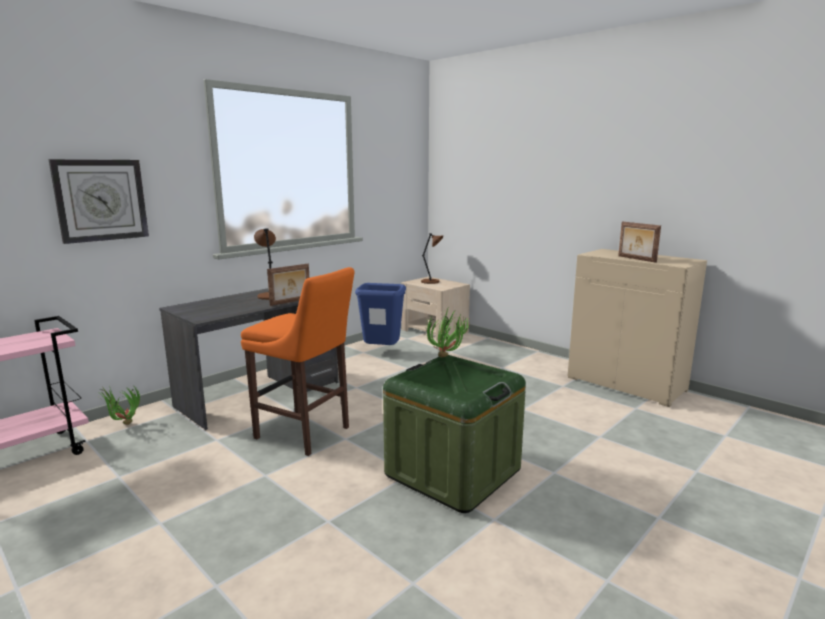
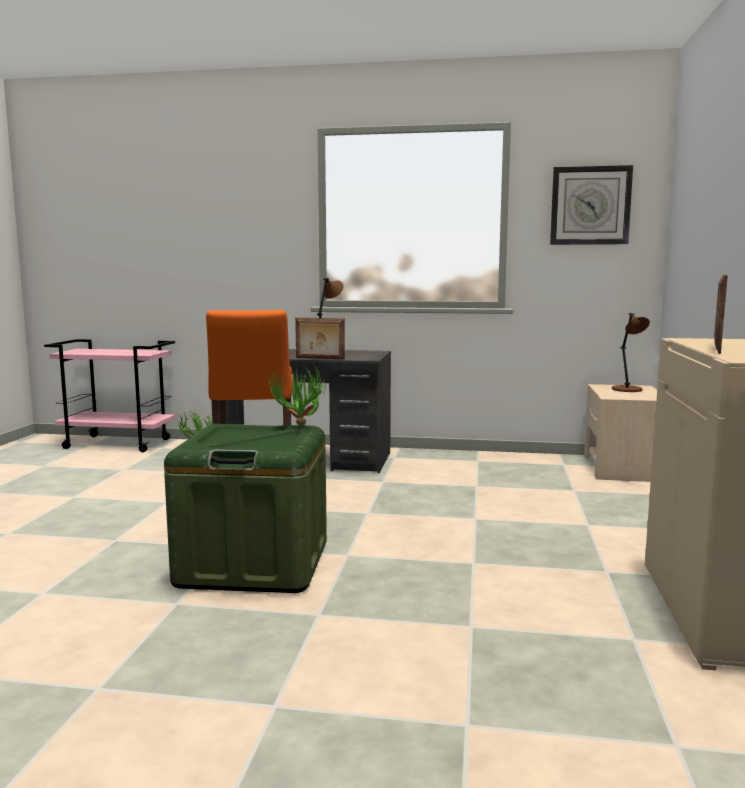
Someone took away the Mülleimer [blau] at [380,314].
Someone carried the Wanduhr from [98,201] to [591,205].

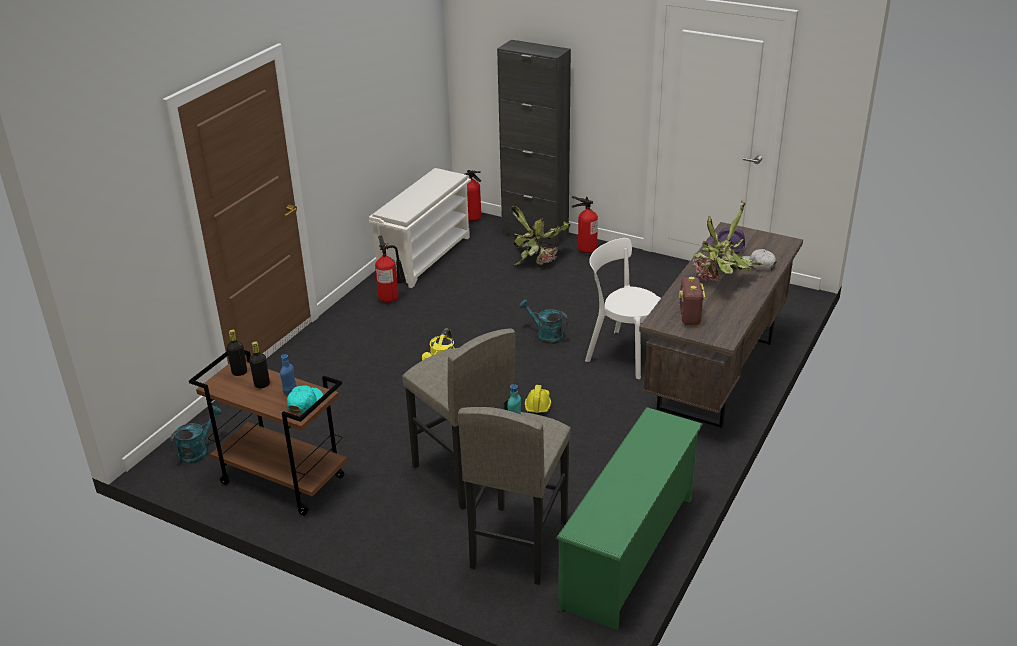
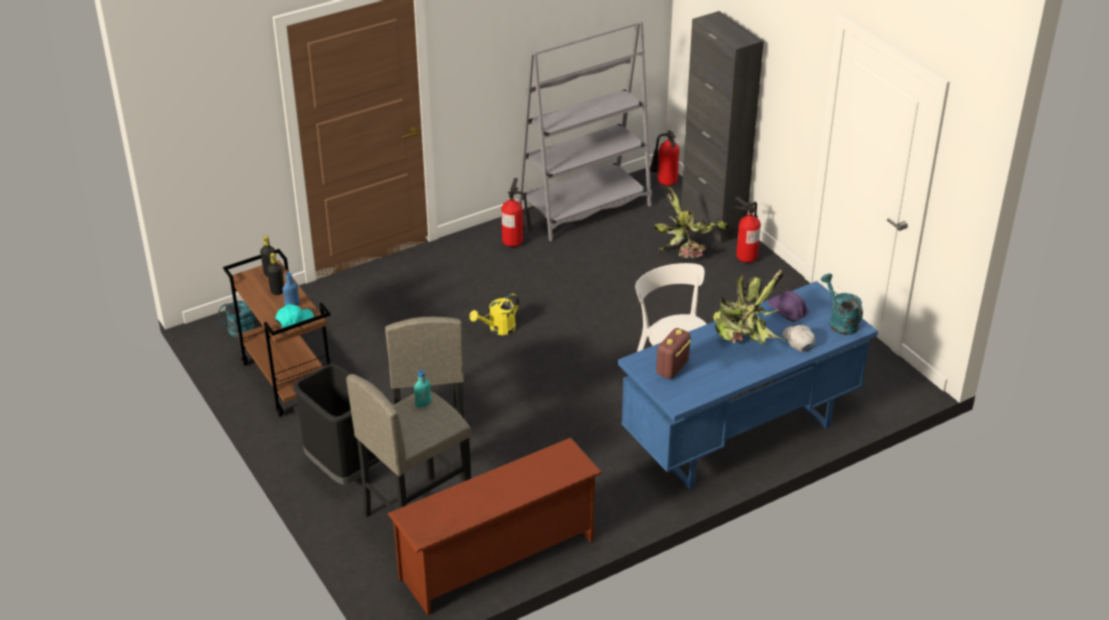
Someone took away the Schutzhelm [gelb] at [538,399].
Someone put down the Mülleimer [schwarz] at [337,424].
Someone carried the Gießkanne [türkis] from [543,321] to [842,304].
Someone swapped the Schuhregal [weiß] at [420,228] for the Bücherregal [grau] at [584,131].
Someone repainted the Schuhregal [grün] at [629,518], which became the Schuhregal [braun] at [495,527].
Someone repainted the Schreibtisch [braun] at [721,325], which became the Schreibtisch [blau] at [748,385].

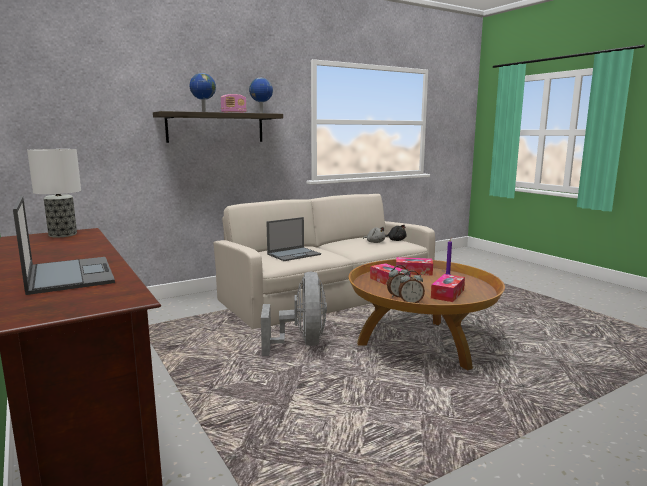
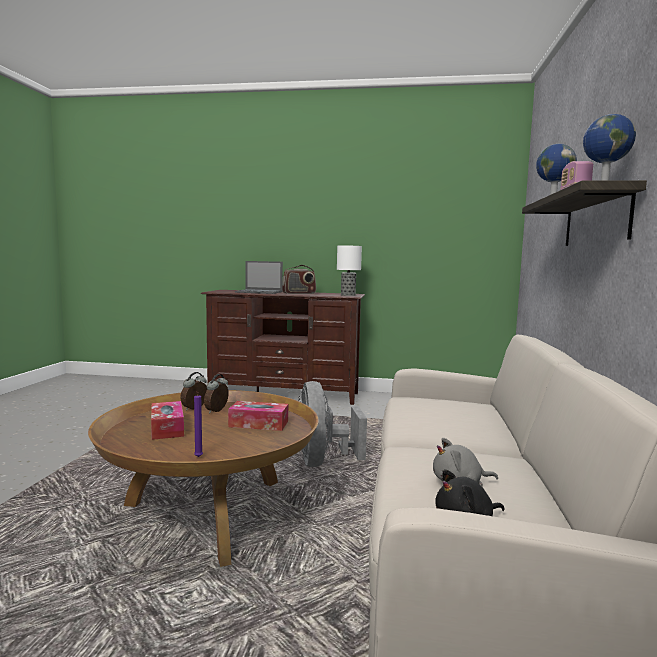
Someone took away the Laptop at [293,239].
Someone took away the Taschentuchbox at [414,266].
Someone put down the Radio at [299,279].
Someone rotated the Ventilator [grau] at [294,314] by 45 degrees clockwise.

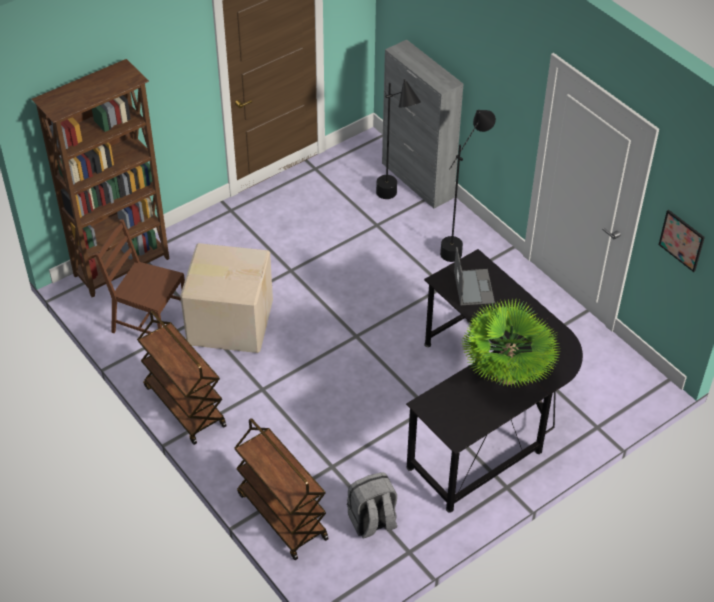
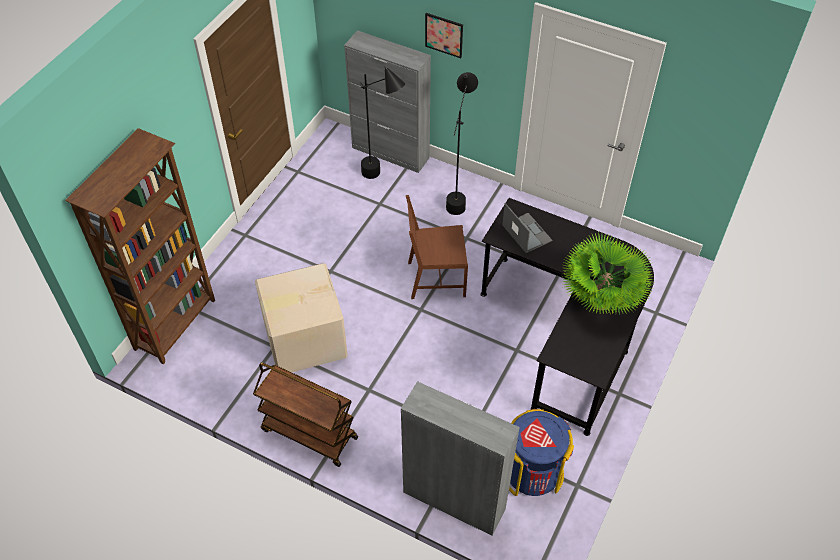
Someone carried the Stuhl [braun] from [140,276] to [437,247].
Someone carried the Bild from [682,240] to [444,35].
Someone swapped the Rollwagen [braun] at [281,489] for the Schrank [grau] at [460,458].
Someone swapped the Rucksack [grau] at [372,505] for the Mülleimer [blau] at [541,452].

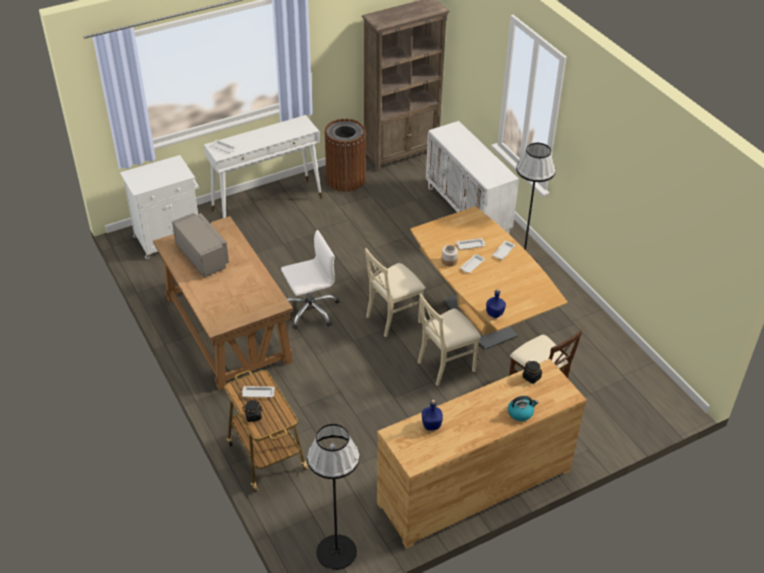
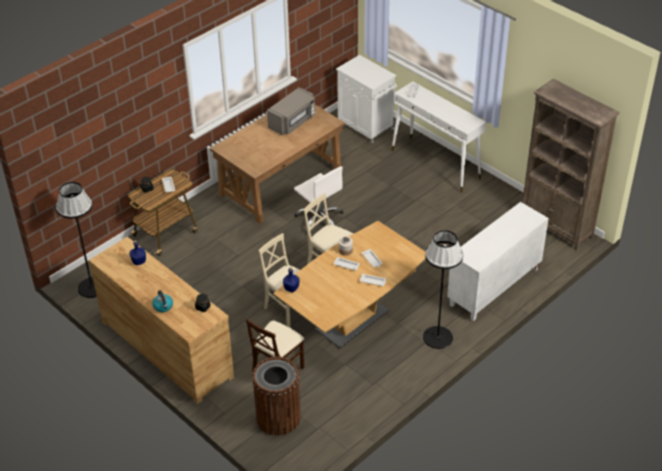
Someone carried the Mülleimer [braun] from [345,155] to [276,396].

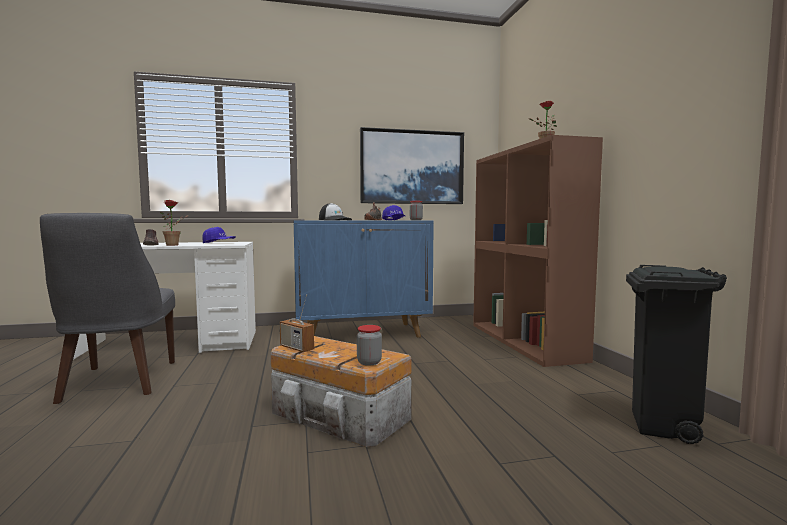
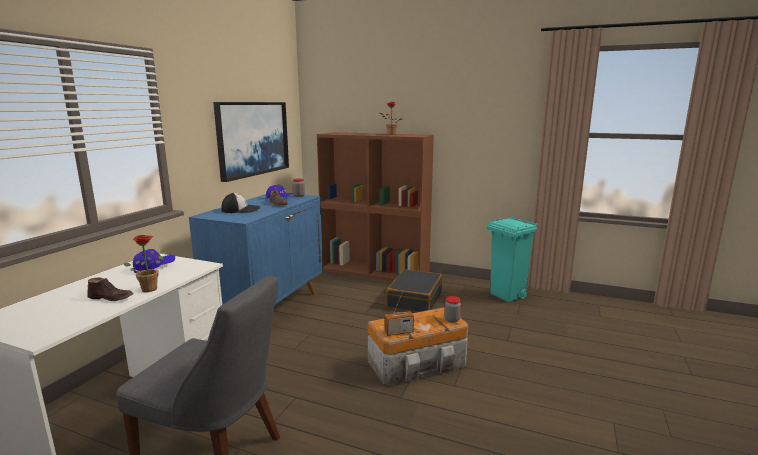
Someone put down the Koffer [schwarz] at [414,290].
Someone repainted the Mülleimer [schwarz] at [676,354], which became the Mülleimer [türkis] at [512,259].

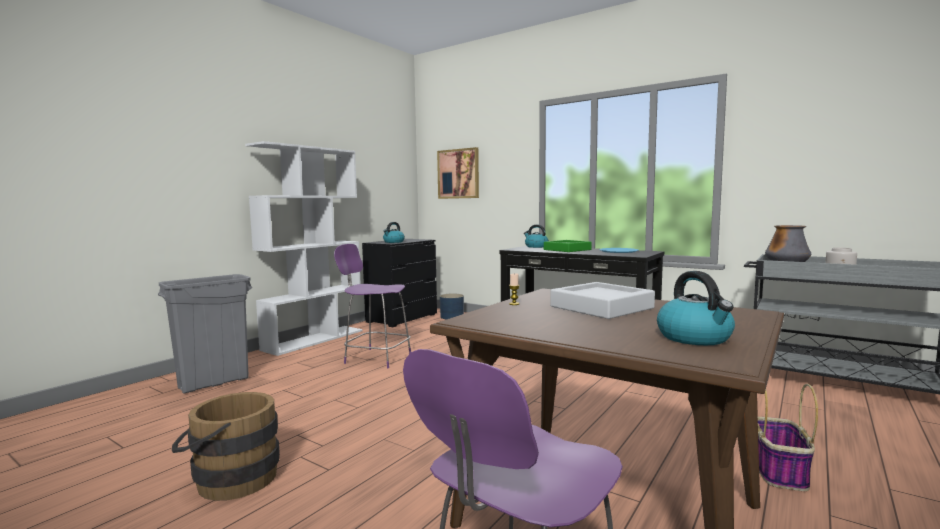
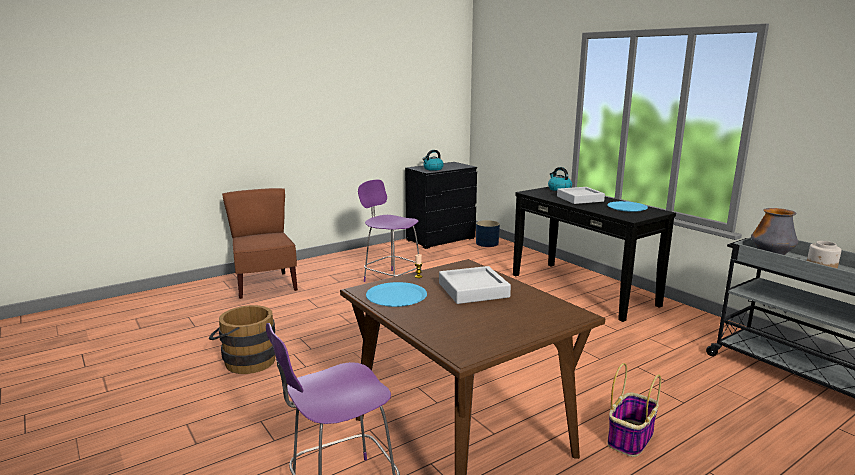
Someone took away the Bücherregal [weiß] at [304,248].
Someone took away the Bild at [458,173].
Someone took away the Wasserkessel at [696,308].
Someone put down the Teller [blau] at [396,294].
Someone swapped the Mülleimer [grau] at [205,334] for the Stuhl [braun] at [260,243].
Someone repainted the Tablett [grün] at [568,246], which became the Tablett [grau] at [581,195].

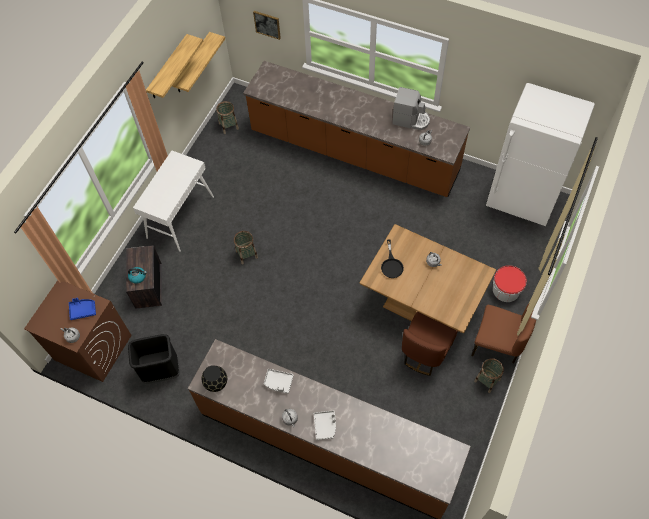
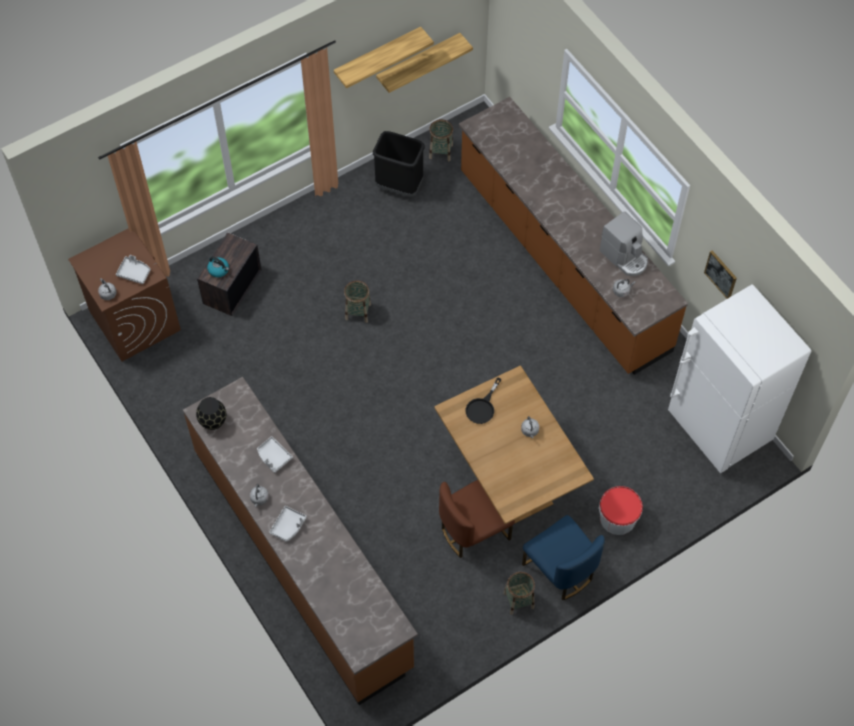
Someone took away the Konsolentisch [weiß] at [173,201].
Someone carried the Mülleimer [schwarz] from [154,359] to [399,164].
Someone carried the Bild from [267,25] to [720,274].
Someone repainted the Tablett [blau] at [82,309], which became the Tablett [grau] at [133,269].
Someone repainted the Stuhl [braun] at [504,333], which became the Stuhl [blau] at [563,557].

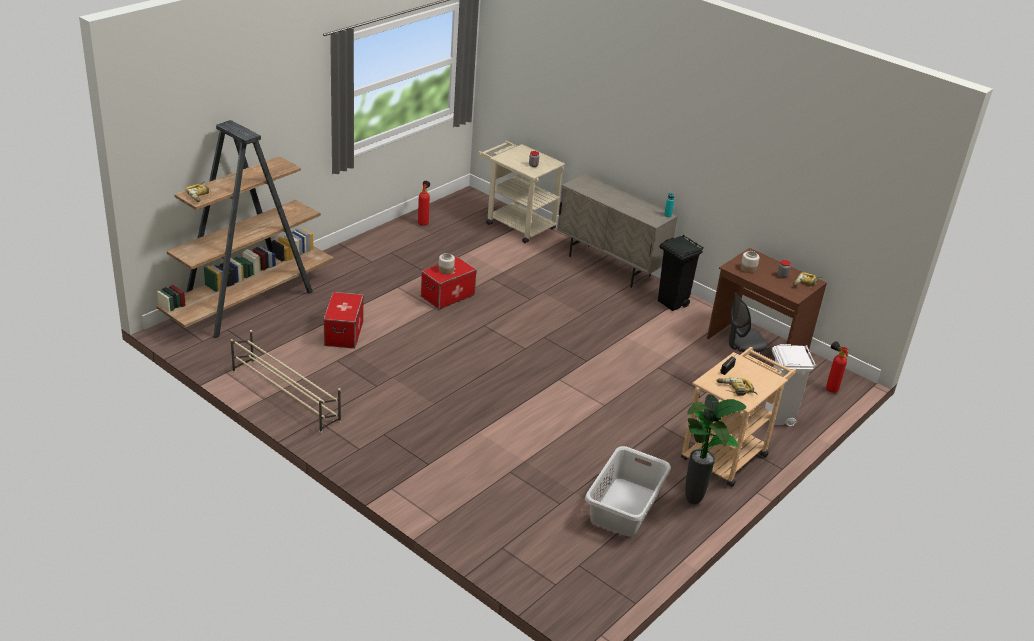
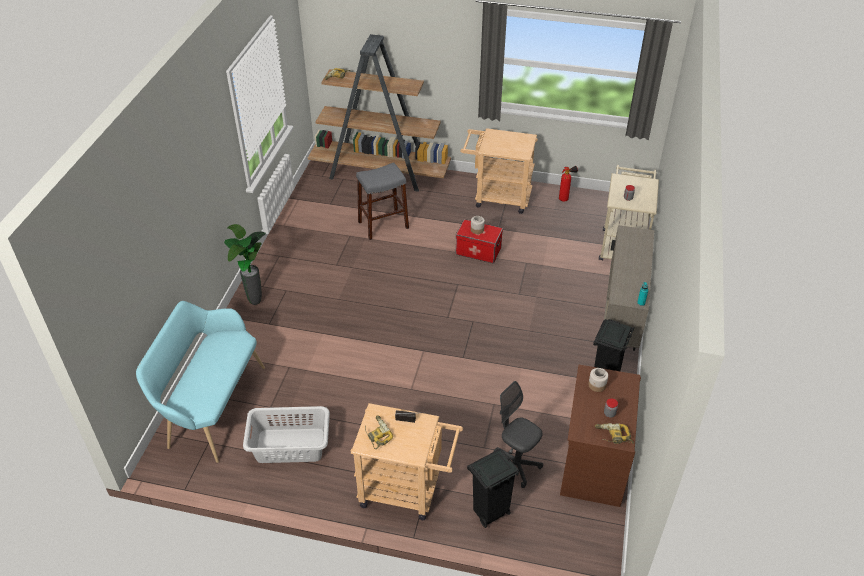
Someone took away the Schuhregal [beige] at [286,382].
Someone took away the Feuerlöscher at [837,367].
Someone put down the Bank [türkis] at [200,382].
Someone put down the Rollwagen [beige] at [499,171].
Someone carried the Topfpflanze from [715,449] to [245,264].
Someone swapped the Aufbewahrungsbox at [343,320] for the Hocker [grau] at [382,201].
Someone repainted the Mülleimer [weiß] at [790,385], which became the Mülleimer [schwarz] at [493,488].

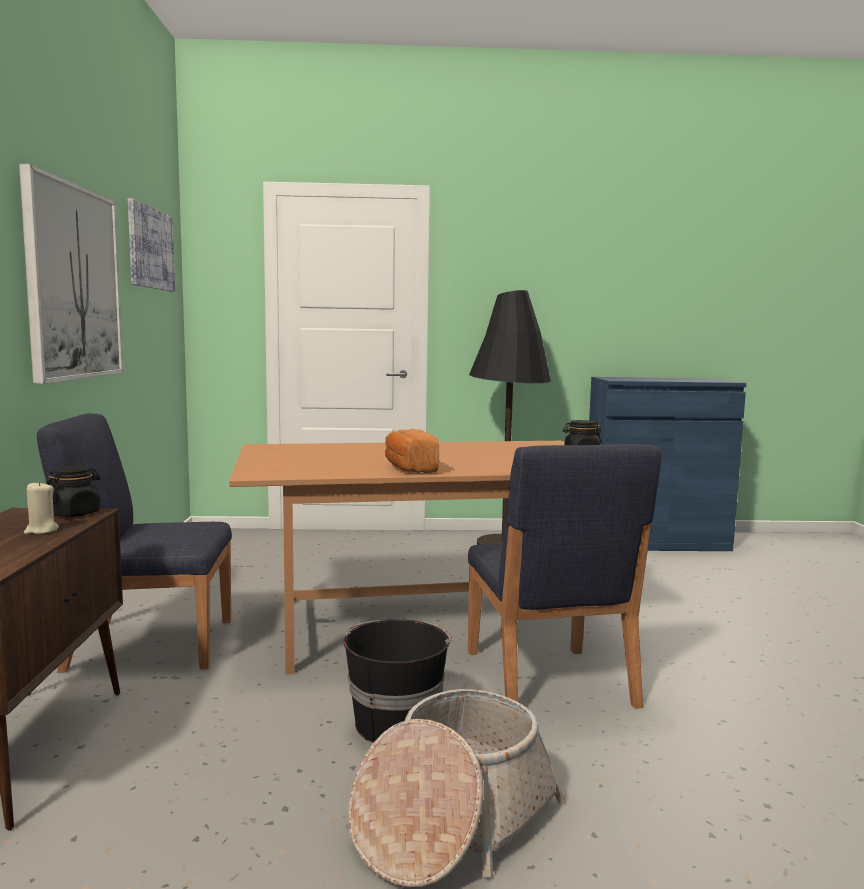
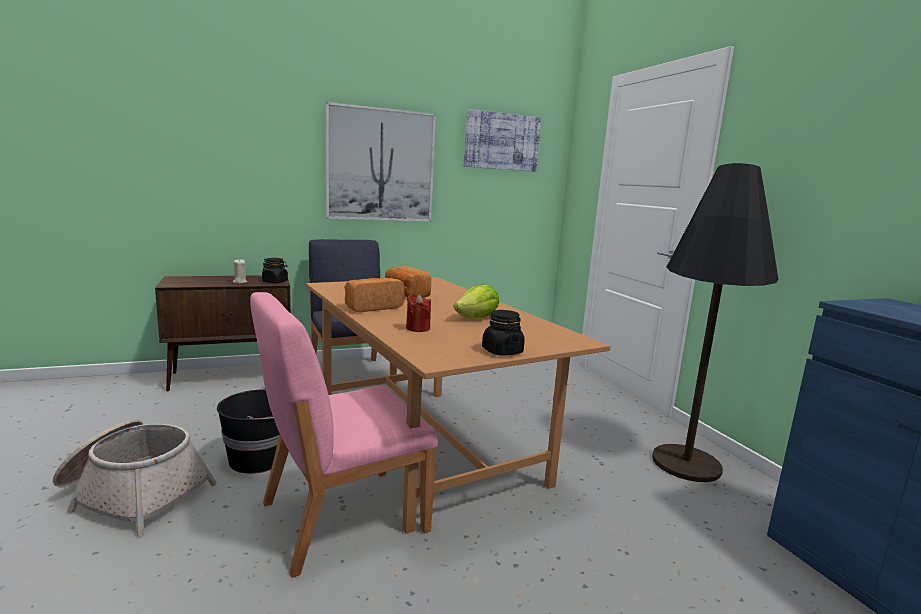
Someone put down the Brot at [408,282].
Someone put down the Kerze [rot] at [418,313].
Someone put down the Salatkopf at [476,301].
Someone repainted the Stuhl [blau] at [564,576], which became the Stuhl [rosa] at [344,435].

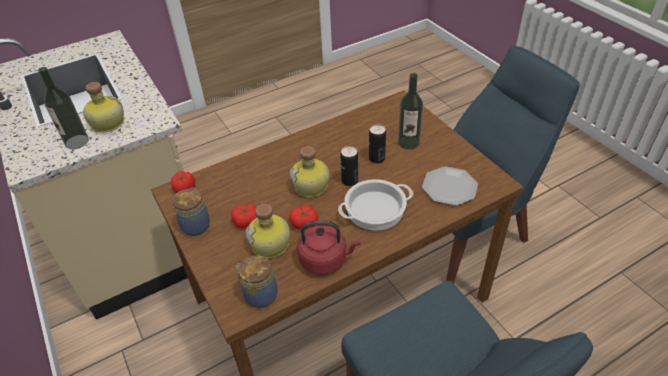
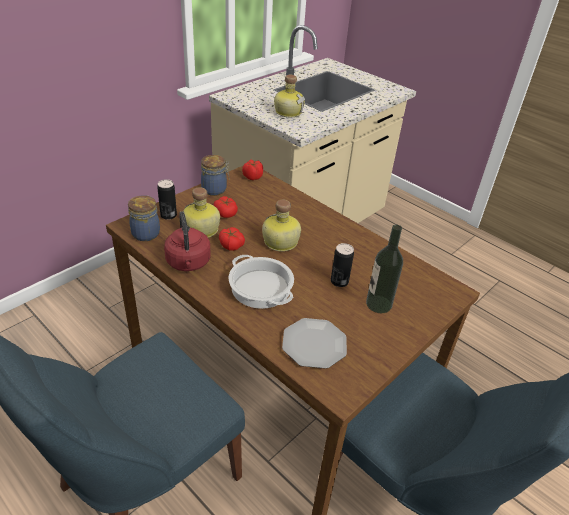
Someone took away the Flasche at [63,108].
Someone carried the Dose from [349,166] to [167,199].

